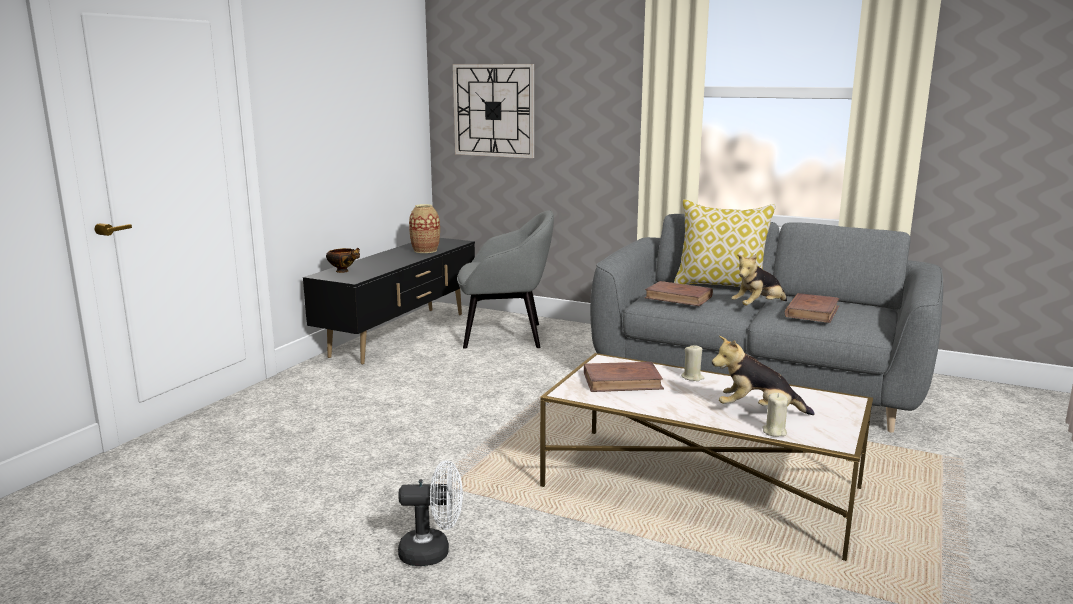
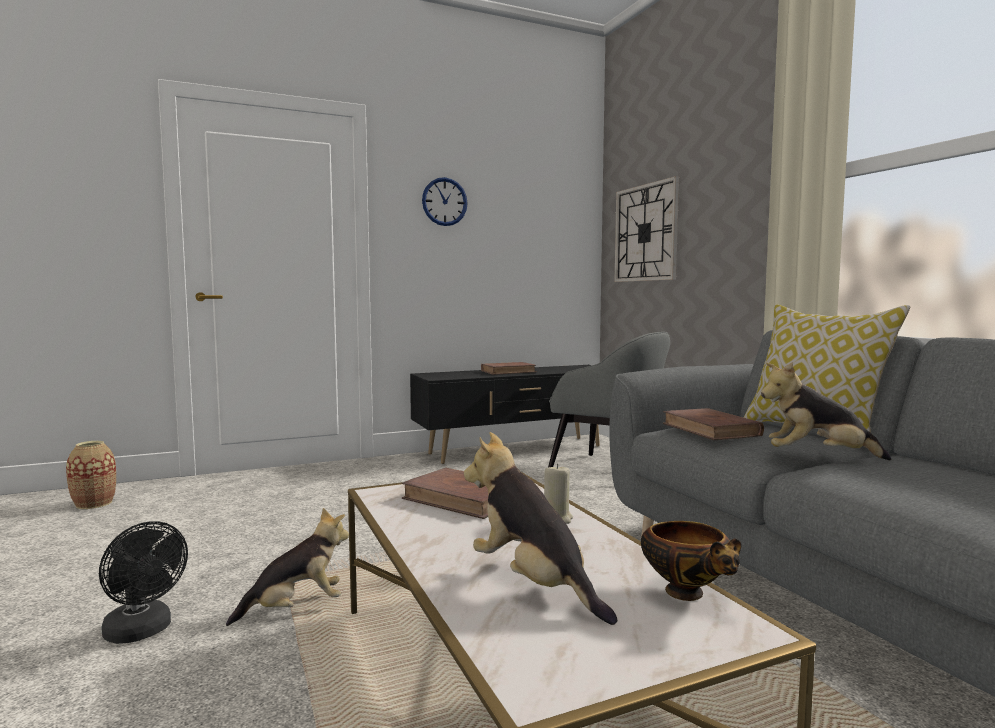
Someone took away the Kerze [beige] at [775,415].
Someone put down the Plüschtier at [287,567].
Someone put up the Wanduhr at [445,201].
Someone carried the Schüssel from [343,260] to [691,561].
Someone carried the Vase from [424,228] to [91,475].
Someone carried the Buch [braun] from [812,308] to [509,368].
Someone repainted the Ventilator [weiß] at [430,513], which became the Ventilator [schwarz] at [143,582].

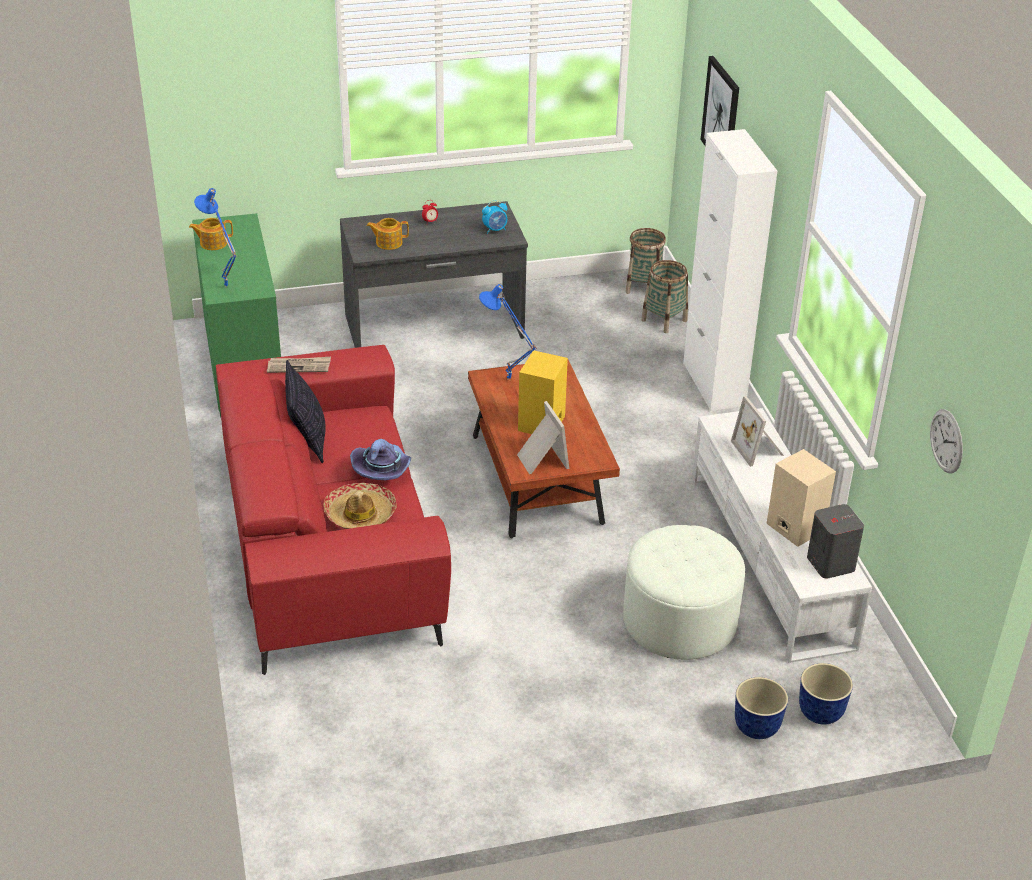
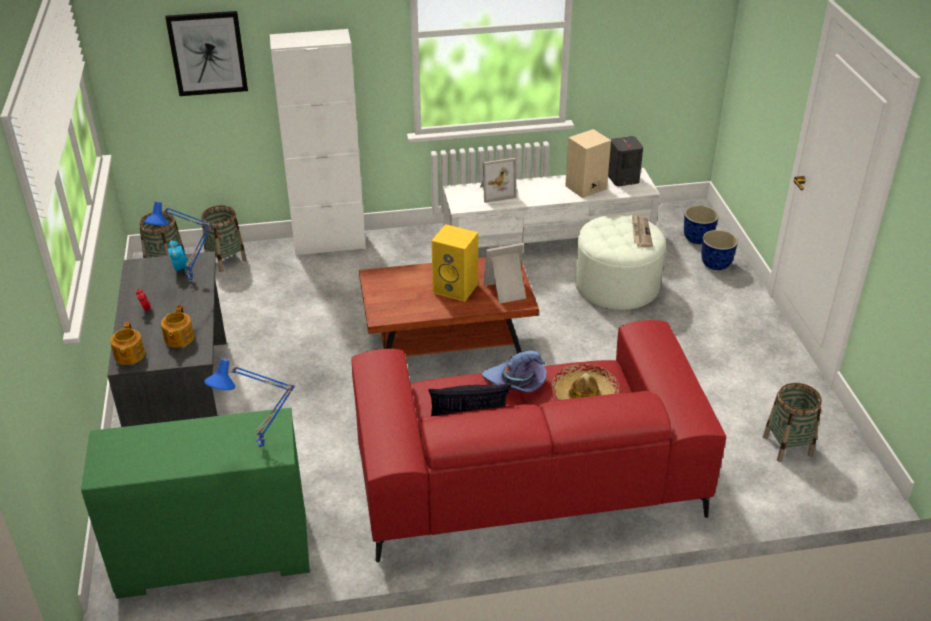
Someone took away the Wanduhr at [946,441].
Someone put down the Korb at [792,422].
Someone carried the Teekanne from [211,234] to [127,343].
Someone carried the Zeitung from [299,365] to [642,230].
Someone carried the Tischlampe [blau] from [508,332] to [178,242].

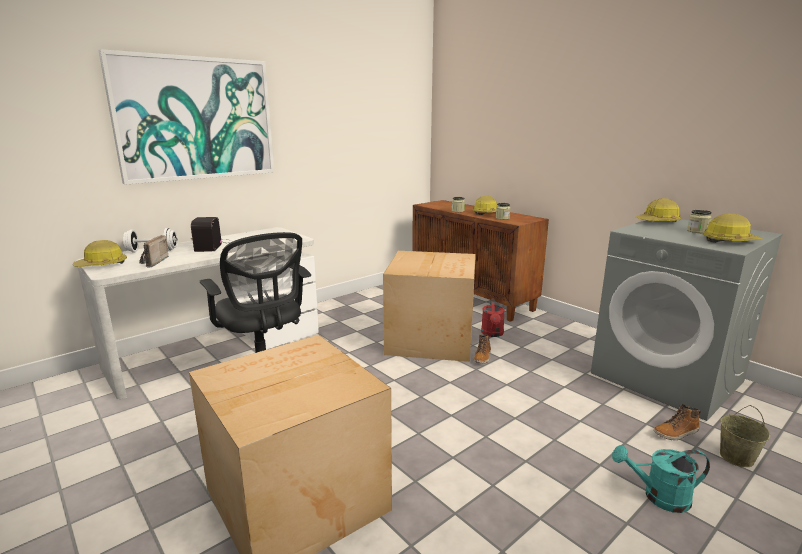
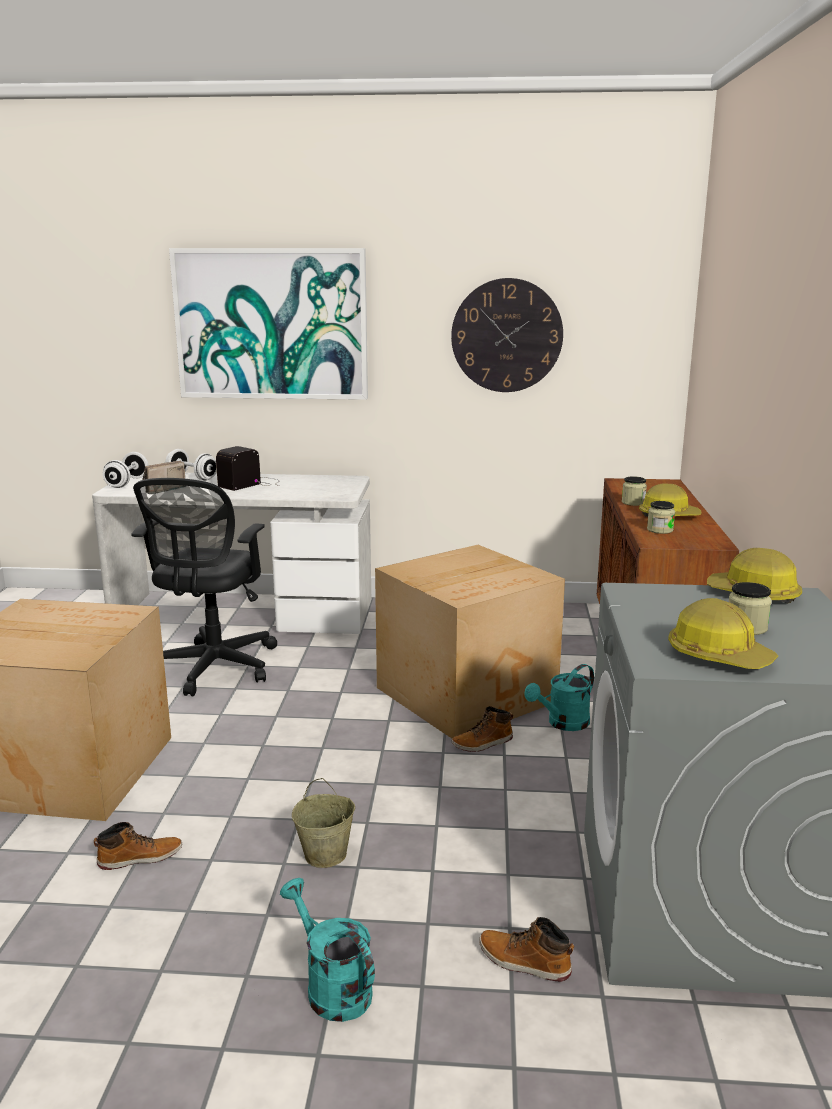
Someone put down the Stiefel at [138,846].
Someone put up the Wanduhr at [507,335].
Someone carried the Eimer [beige] from [745,436] to [323,823].
Someone swapped the Schutzhelm at [100,253] for the Hantel [weiß] at [125,470].
Someone repainted the Gießkanne [rot] at [493,318], which became the Gießkanne [türkis] at [559,697].

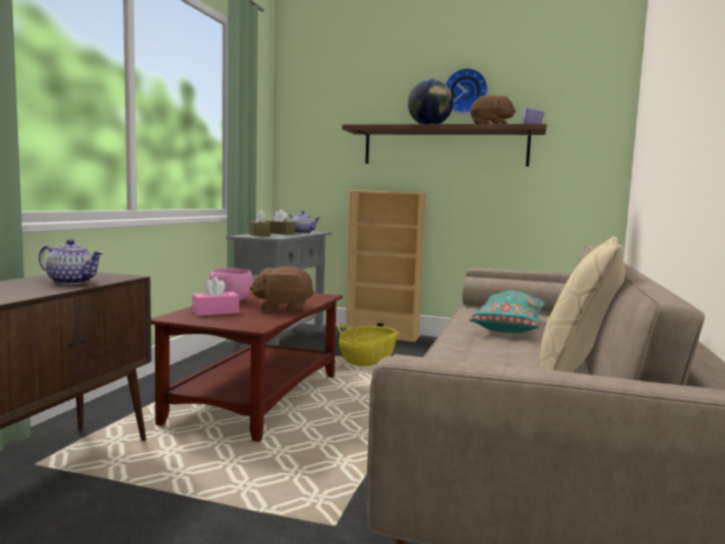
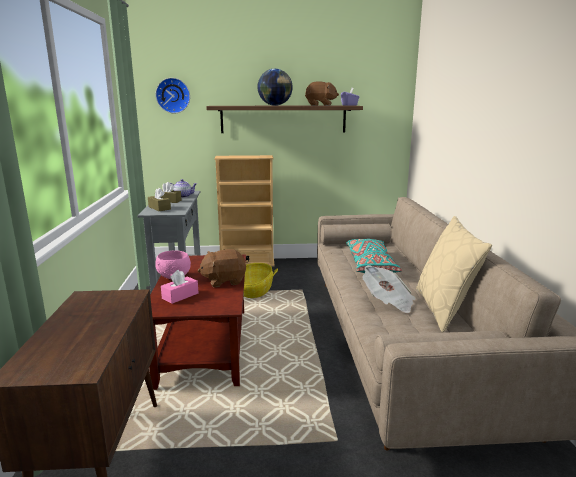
Someone took away the Teekanne at [71,262].
Someone put down the Zeitung at [388,289].
Someone carried the Wanduhr from [466,91] to [173,95].

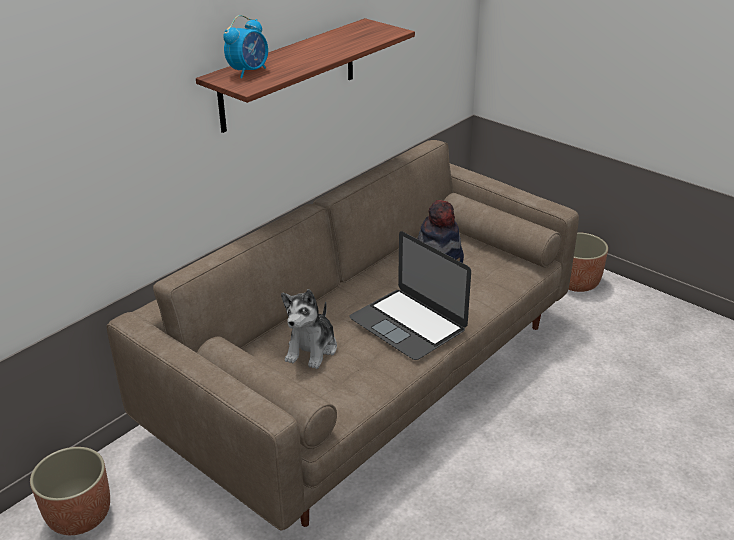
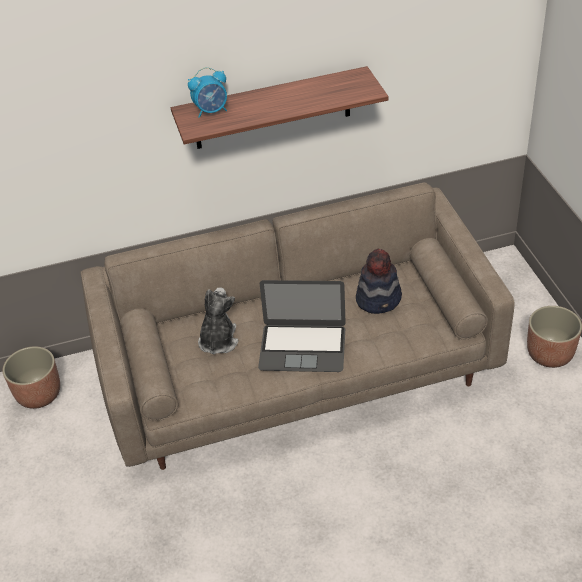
Someone rotated the Plüschtier at [309,329] by 135 degrees clockwise.
Someone rotated the Laptop at [410,295] by 75 degrees counterclockwise.

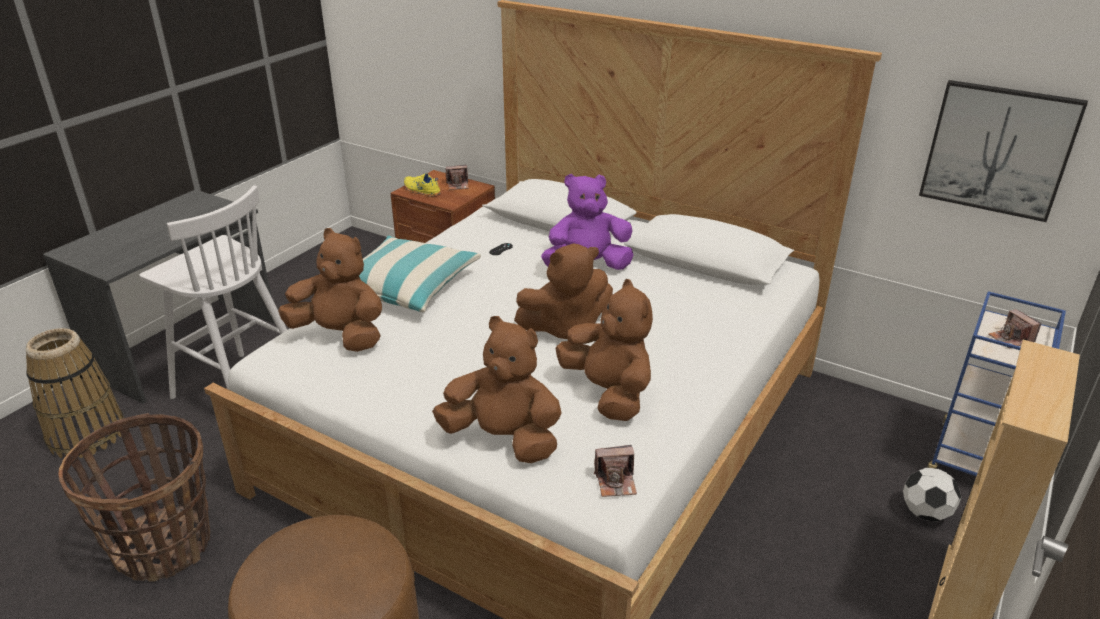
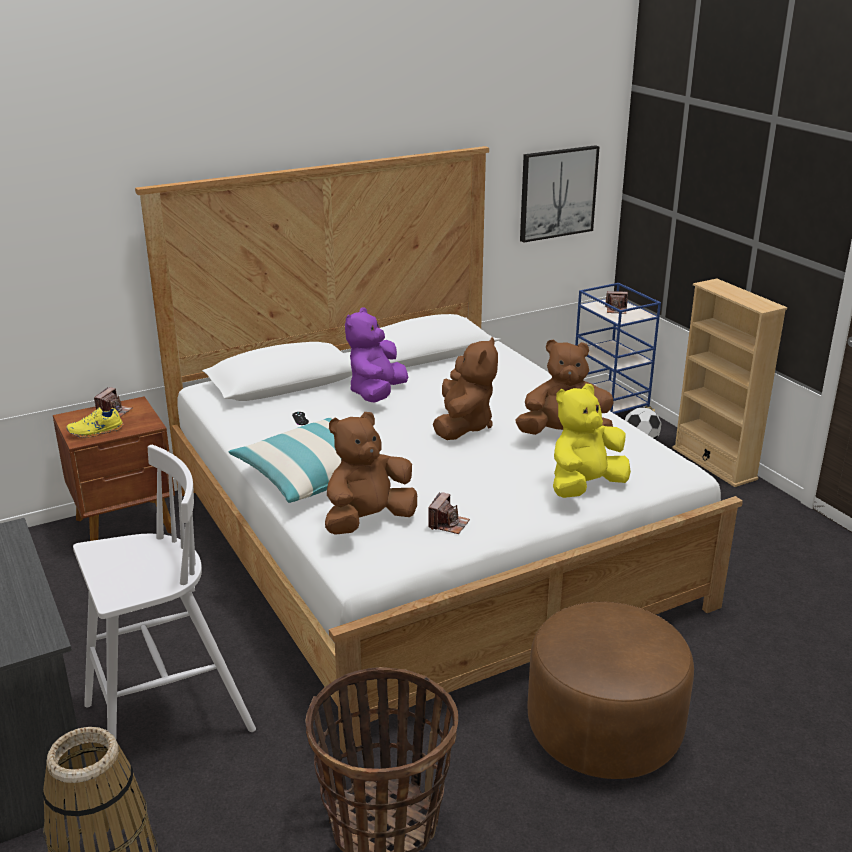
Someone carried the Kamera from [615,471] to [449,513].
Someone repainted the Plüschtier [braun] at [497,389], which became the Plüschtier [gelb] at [592,441].

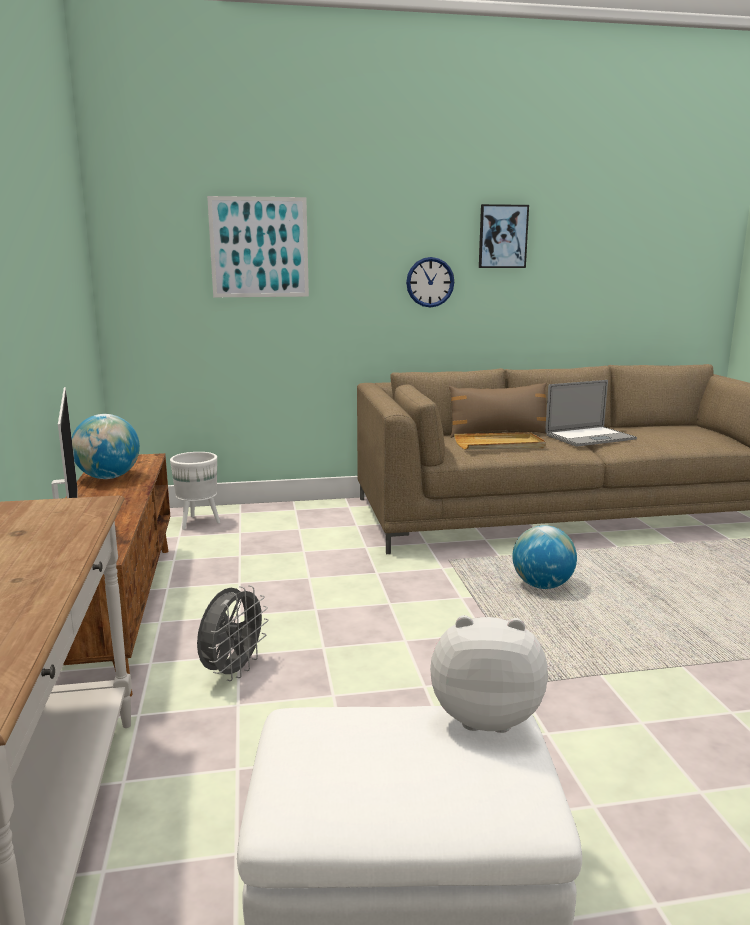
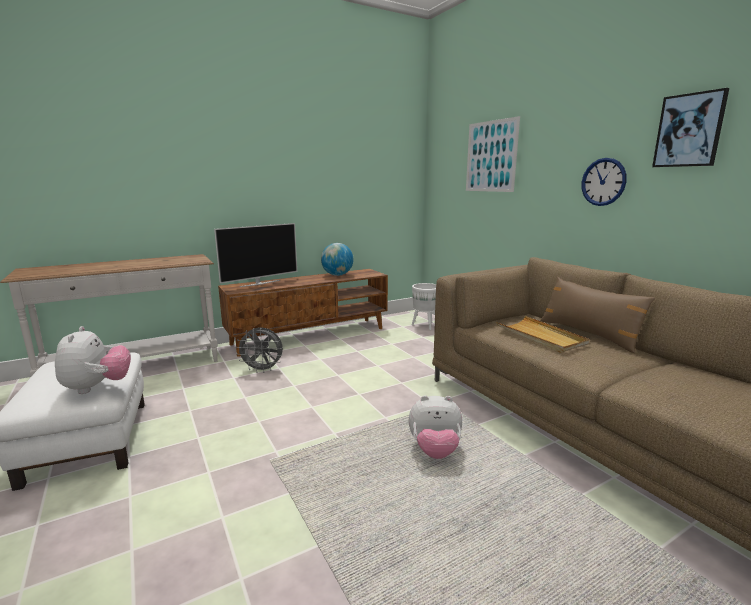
Someone took away the Laptop at [591,413].
Someone swapped the Globus at [544,557] for the Plüschtier at [435,427].

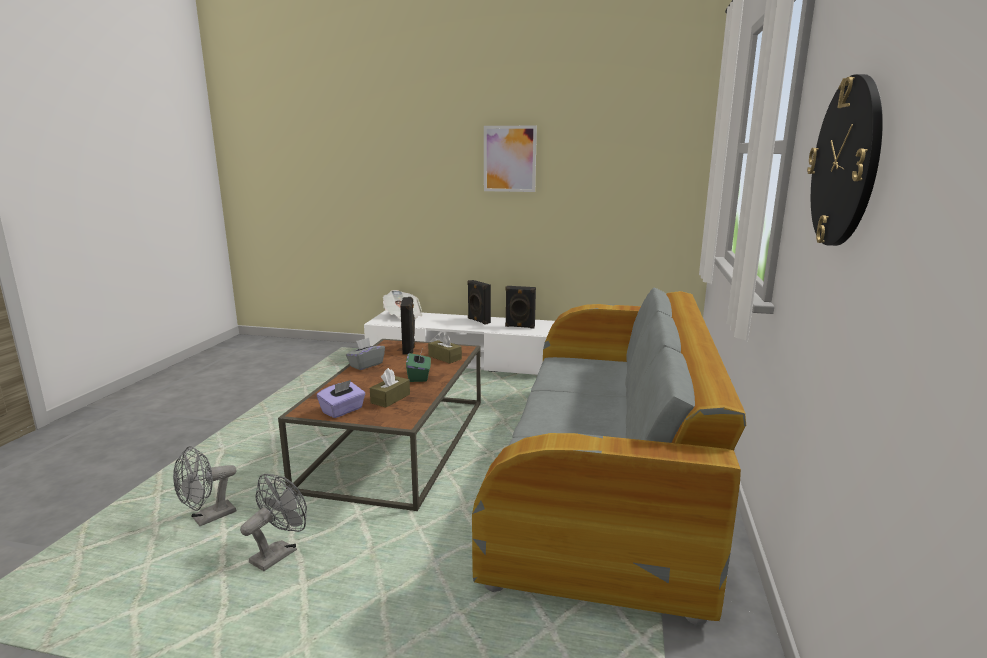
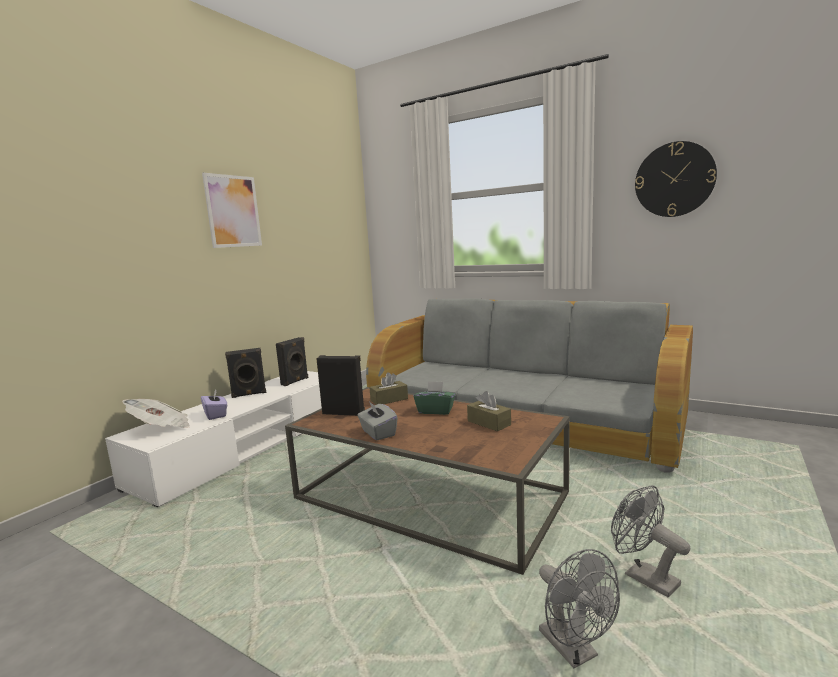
Someone carried the Taschentuchbox [lila] from [341,399] to [214,404].

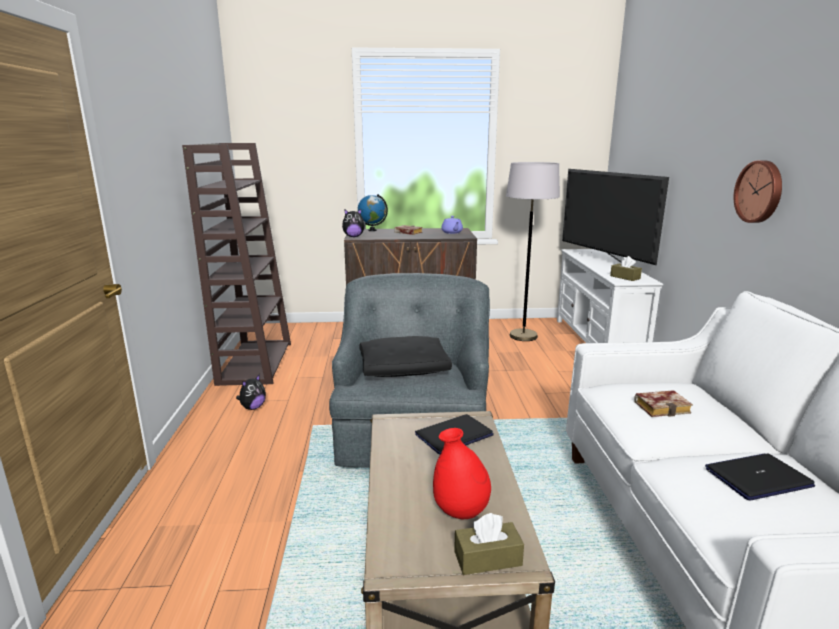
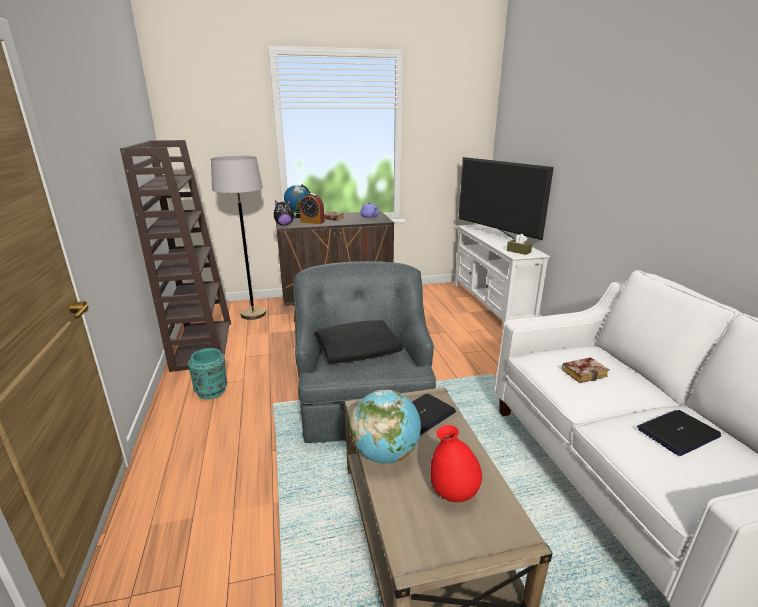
Someone took away the Taschentuchbox [braun] at [489,544].
Someone took away the Wanduhr at [758,191].
Someone put down the Wecker at [312,208].
Someone put down the Globus at [385,427].
Someone carried the Stehlampe [grau] from [533,251] to [238,238].
Someone swapped the Plüschtier at [251,392] for the Vase [türkis] at [207,373].

